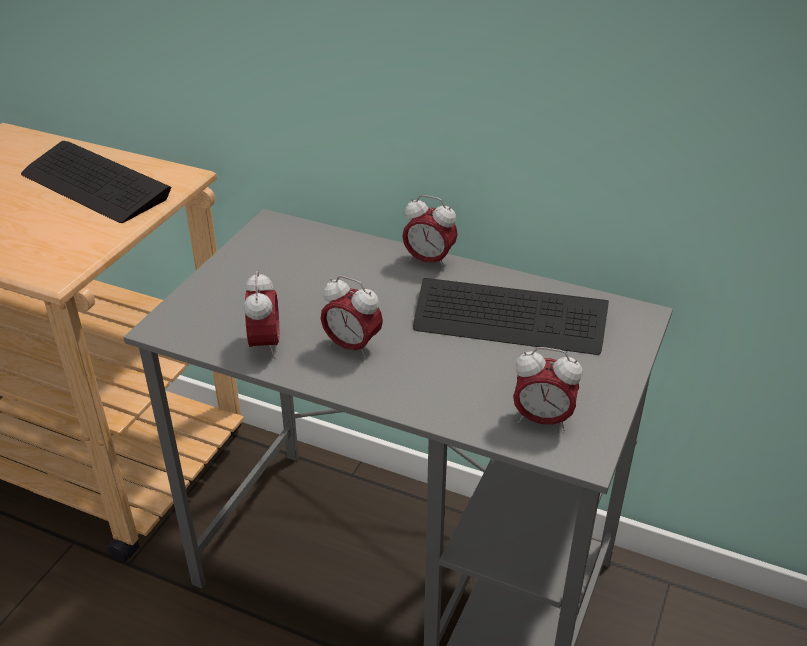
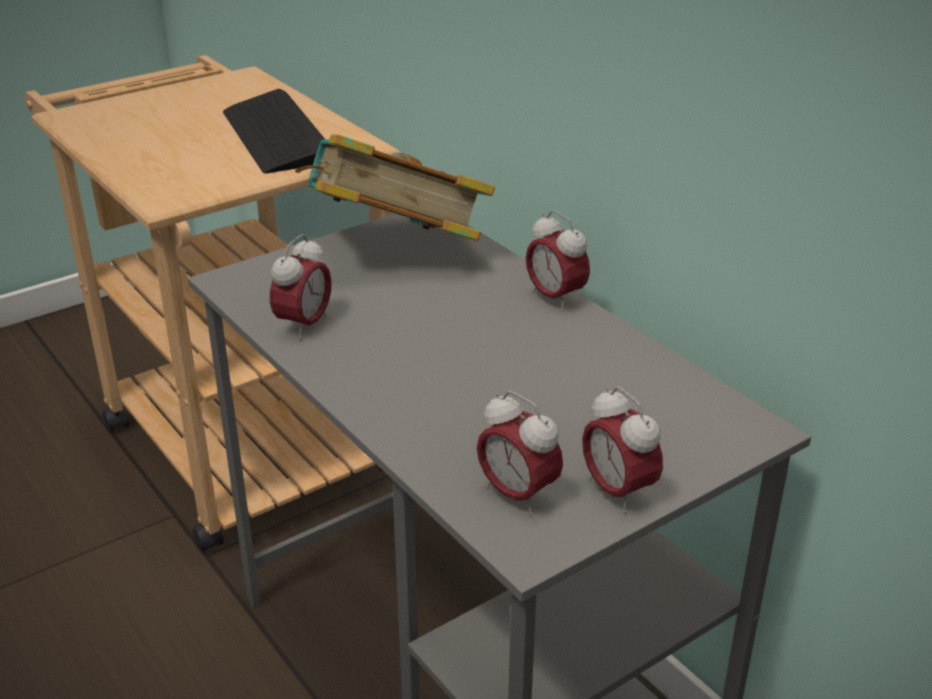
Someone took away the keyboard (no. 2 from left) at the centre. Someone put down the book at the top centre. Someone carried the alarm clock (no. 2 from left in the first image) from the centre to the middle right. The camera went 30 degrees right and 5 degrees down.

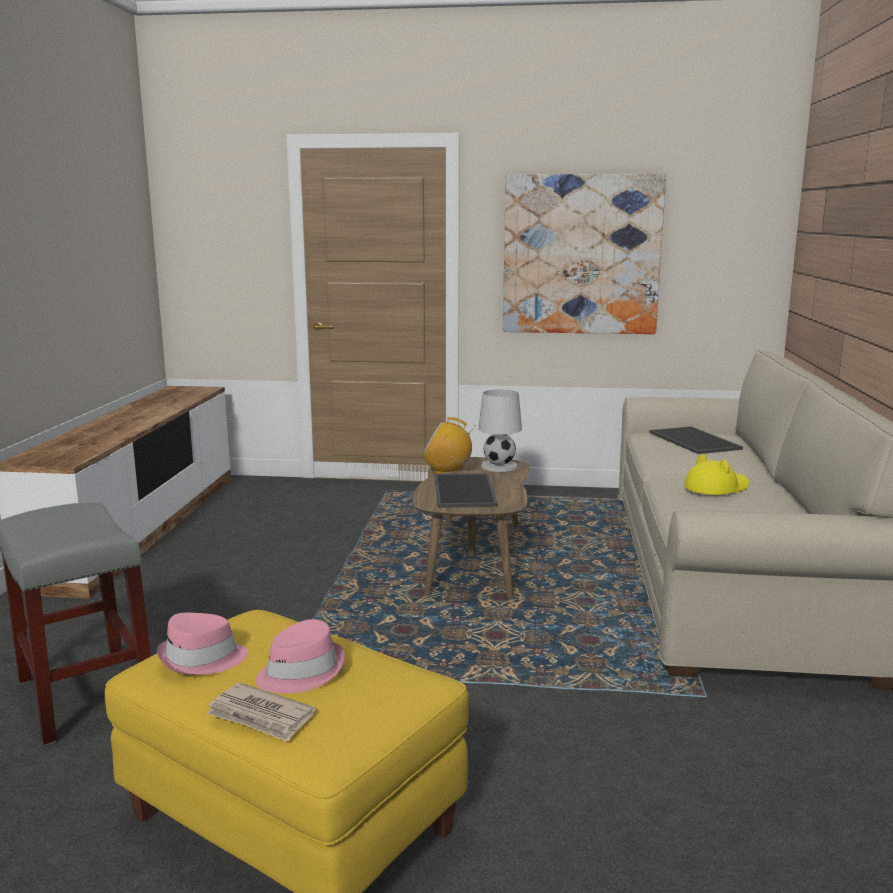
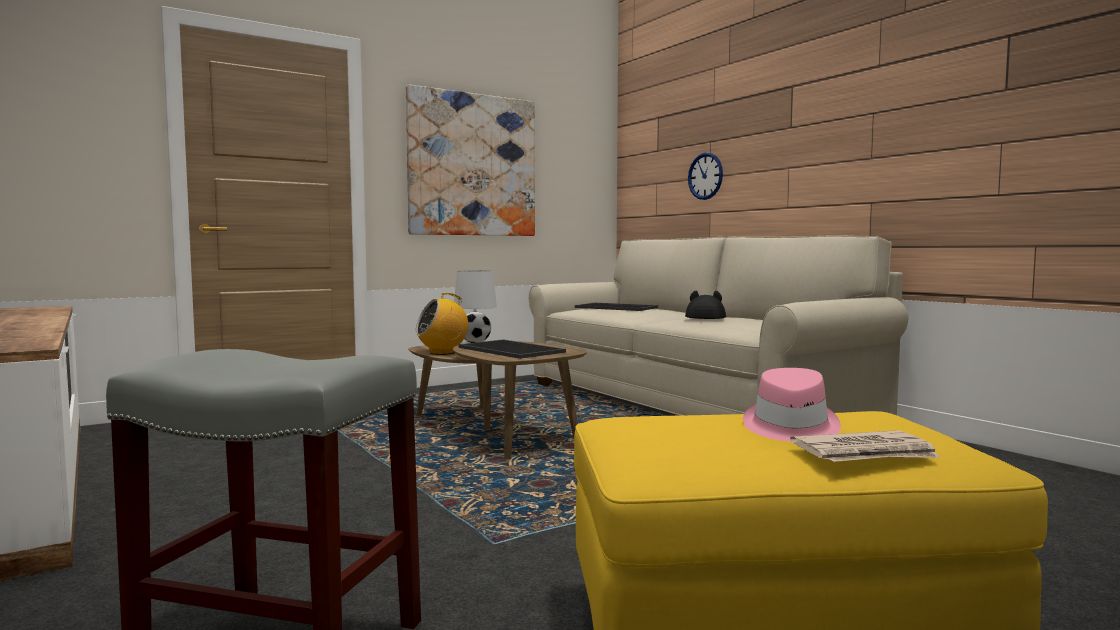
Someone took away the hat (pink) (no. 1 from left) at the bottom left. Someone put up the wall clock at the top centre. Someone repainted the hat (yellow) at the middle right, which became the hat (black) at the centre. The camera went 40 degrees left and 10 degrees down.

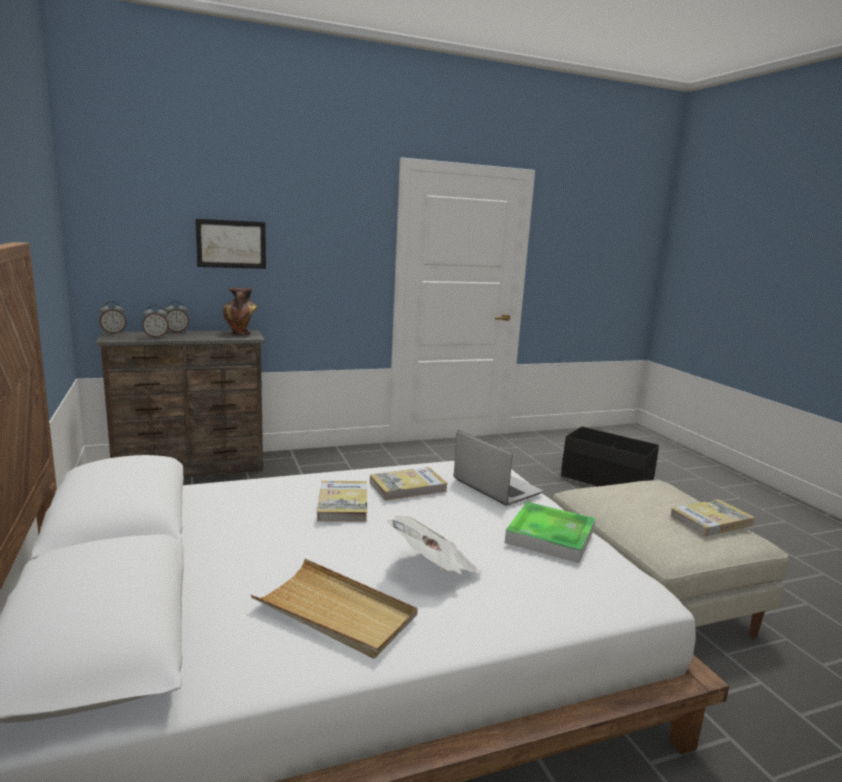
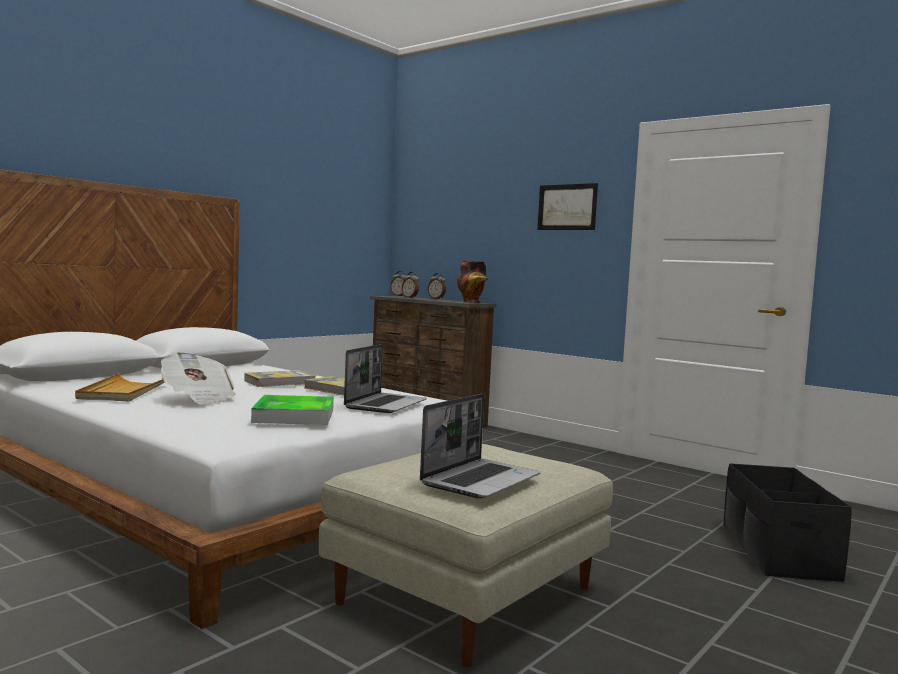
Someone carried the picture from the top left to the top centre. Someone swapped the book (no. 3 from left) at the middle right for the laptop (no. 2 from left) at the centre. The camera went 60 degrees right and 10 degrees down.

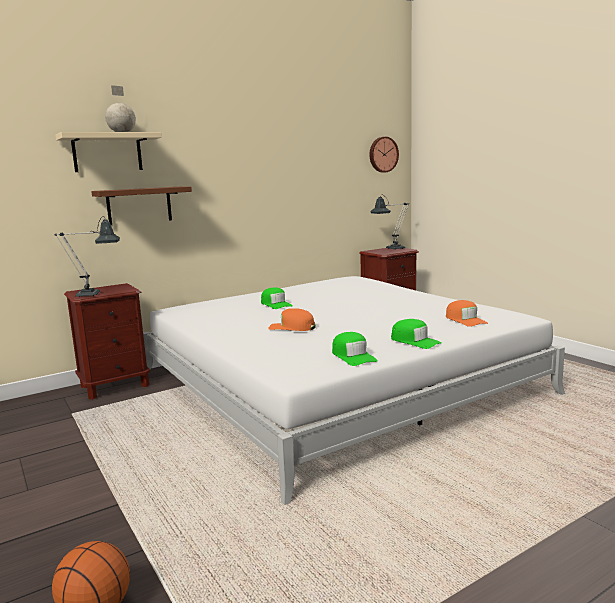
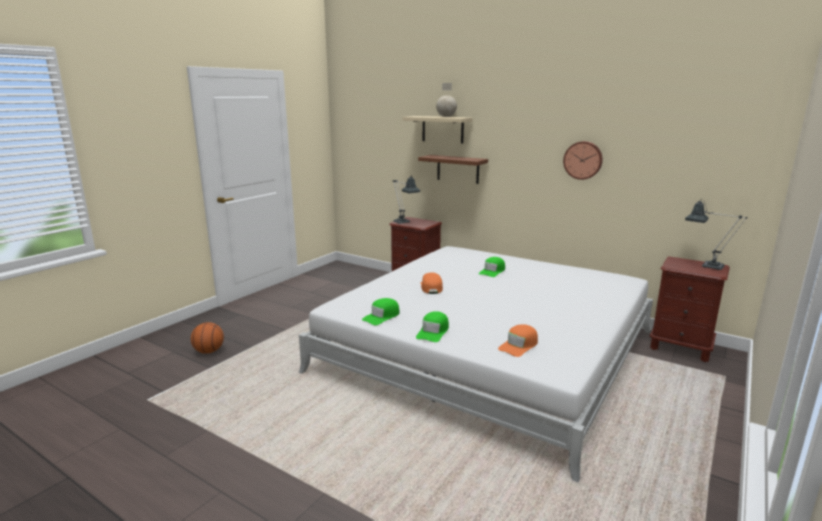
Someone carried the wall clock from the top centre to the top right. The camera went 65 degrees right and 5 degrees up.

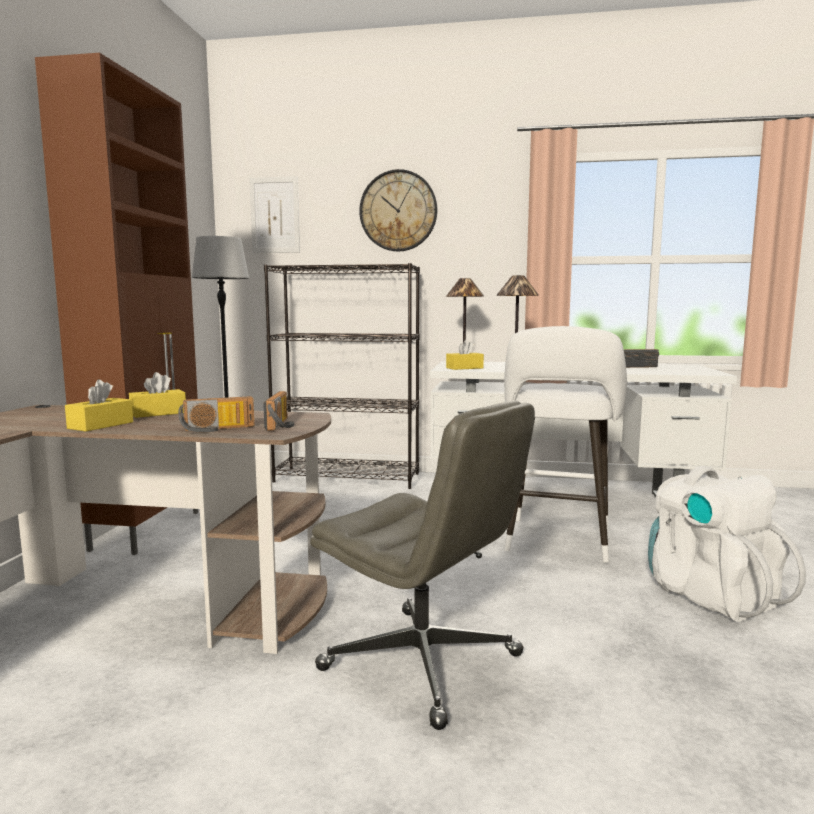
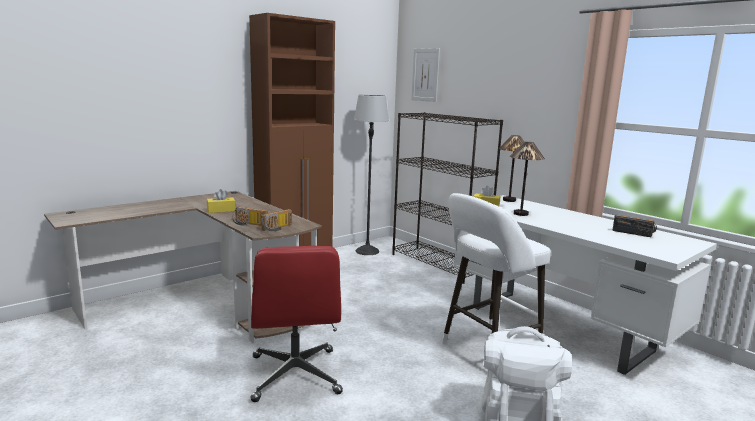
Someone took away the tissue box (yellow) (no. 2 from left) at the middle left. Someone took away the wall clock at the top centre. Someone repainted the office chair (grey) at the bottom centre, which became the office chair (red) at the bottom centre. The camera went 40 degrees right and 5 degrees up.

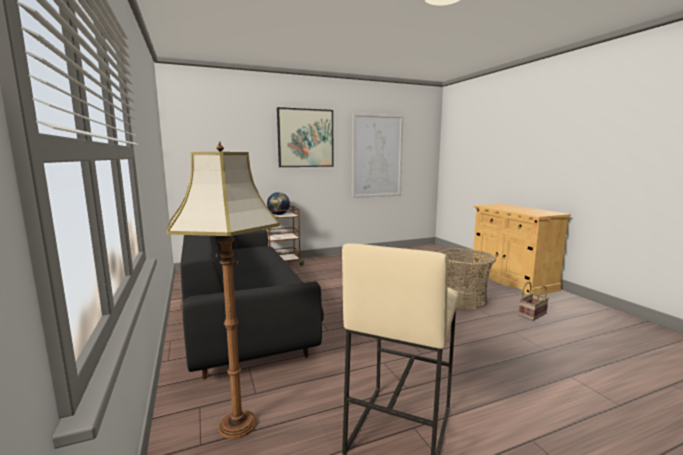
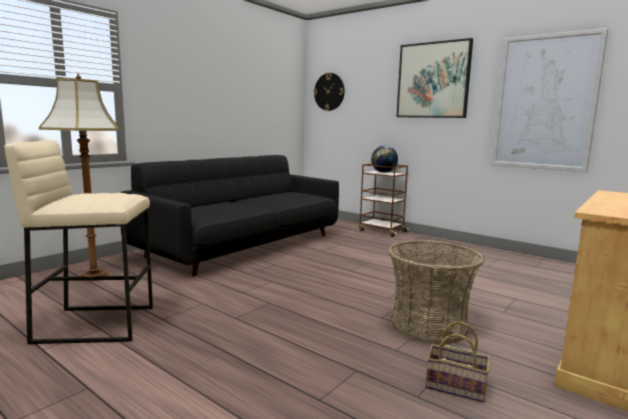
Someone put up the wall clock at the top centre. The camera went 60 degrees right and 0 degrees up.

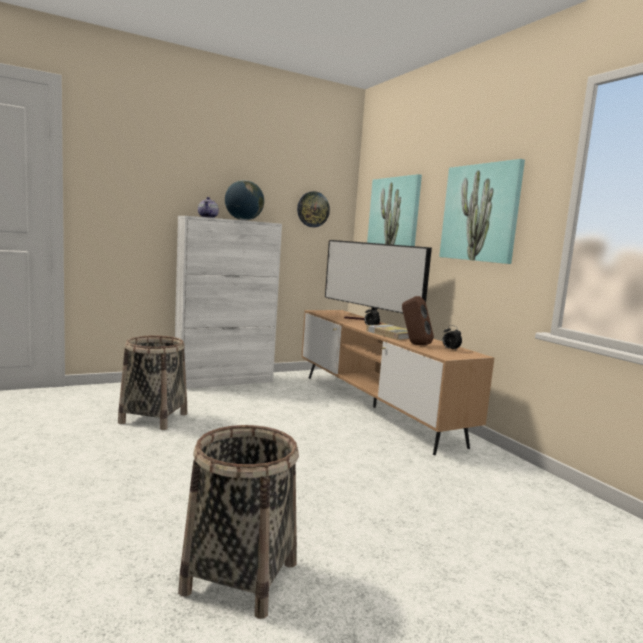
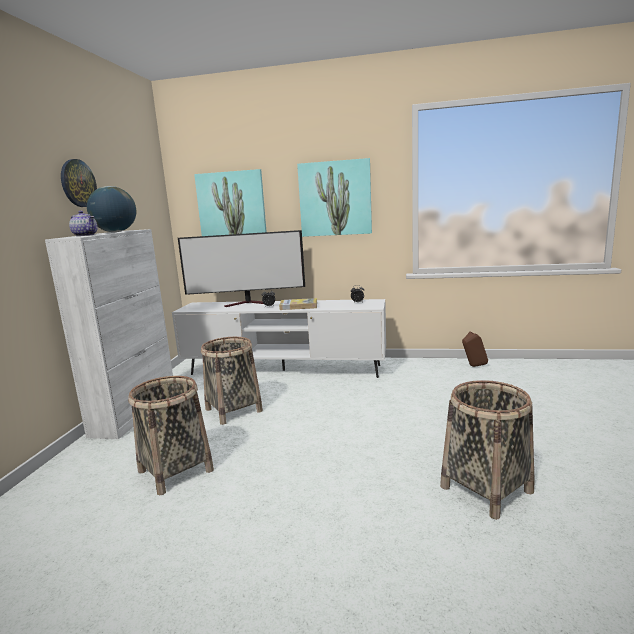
Someone put down the basket (no. 2 from left) at the centre. Someone carried the wall clock from the top centre to the top left. Someone carried the speaker (brown) from the centre to the middle right. Someone repainted the tv stand (brown) at the centre, which became the tv stand (white) at the centre. The camera went 50 degrees left and 5 degrees up.

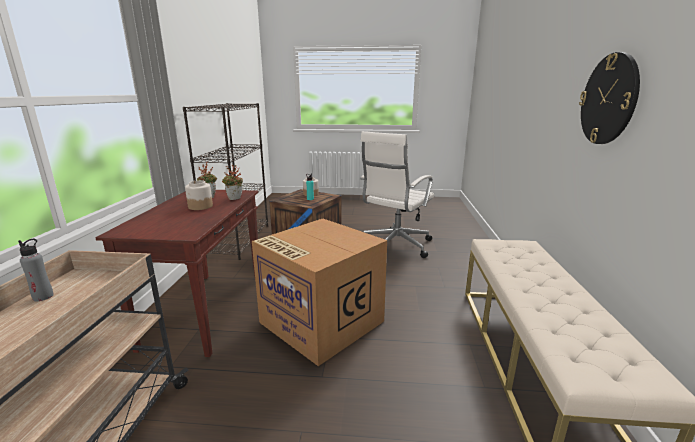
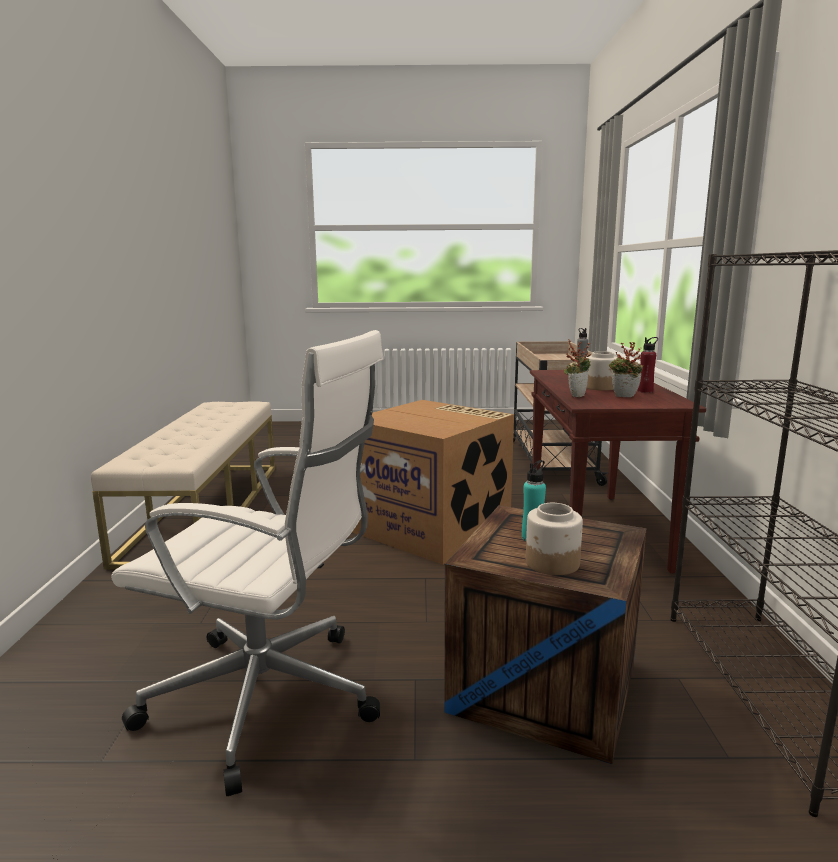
Someone took away the wall clock at the top right. Someone put down the bottle (red) at the middle right. Someone rotated the office chair (white) at the centre by 75 degrees clockwise. The camera went 175 degrees right and 5 degrees down.

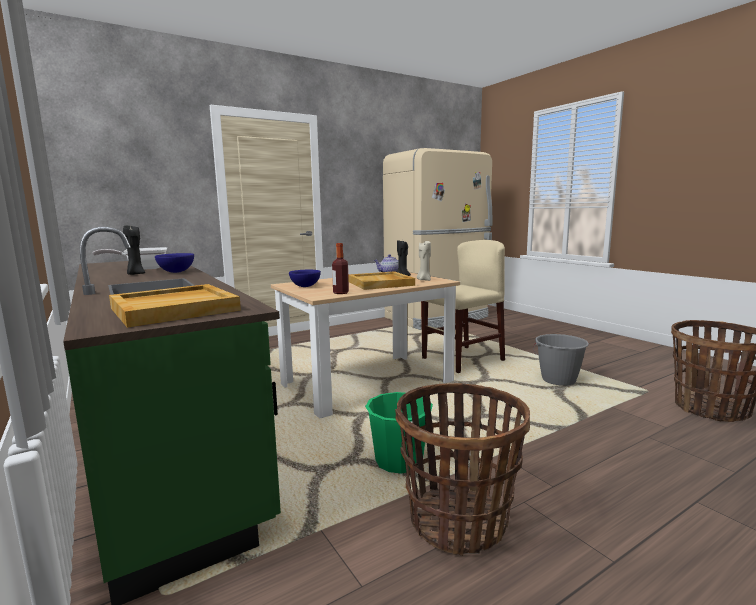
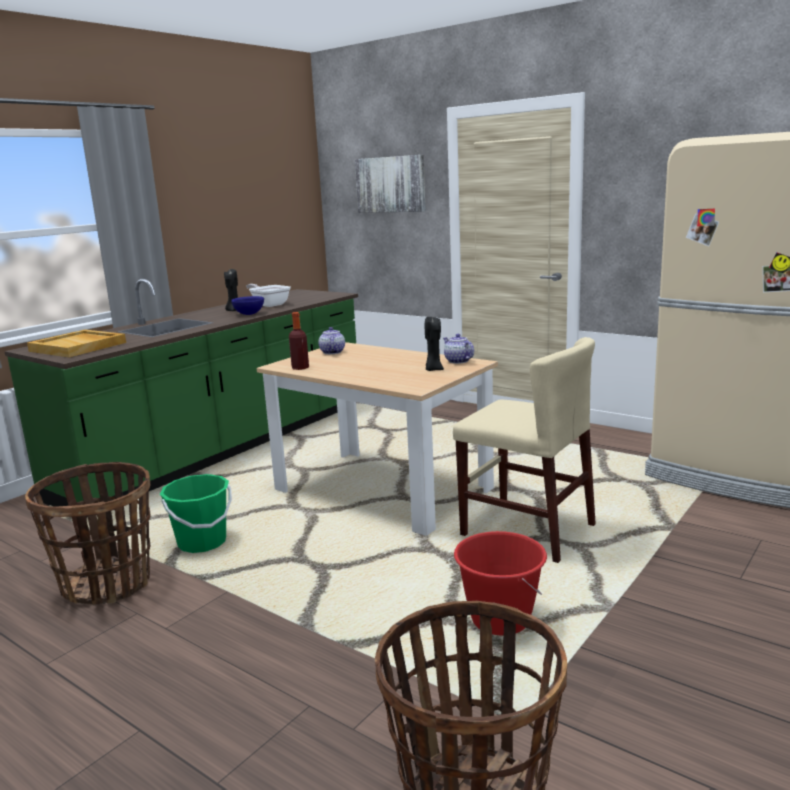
Someone took away the tray (beige) (no. 2 from left) at the centre. Someone took away the candle (beige) at the centre. Someone put up the picture at the top centre. Someone swapped the bowl (blue) (no. 2 from left) at the centre for the teapot (no. 1 from left) at the centre. Someone repainted the bucket (grey) at the middle right, which became the bucket (red) at the bottom centre. The camera went 70 degrees right and 5 degrees up.

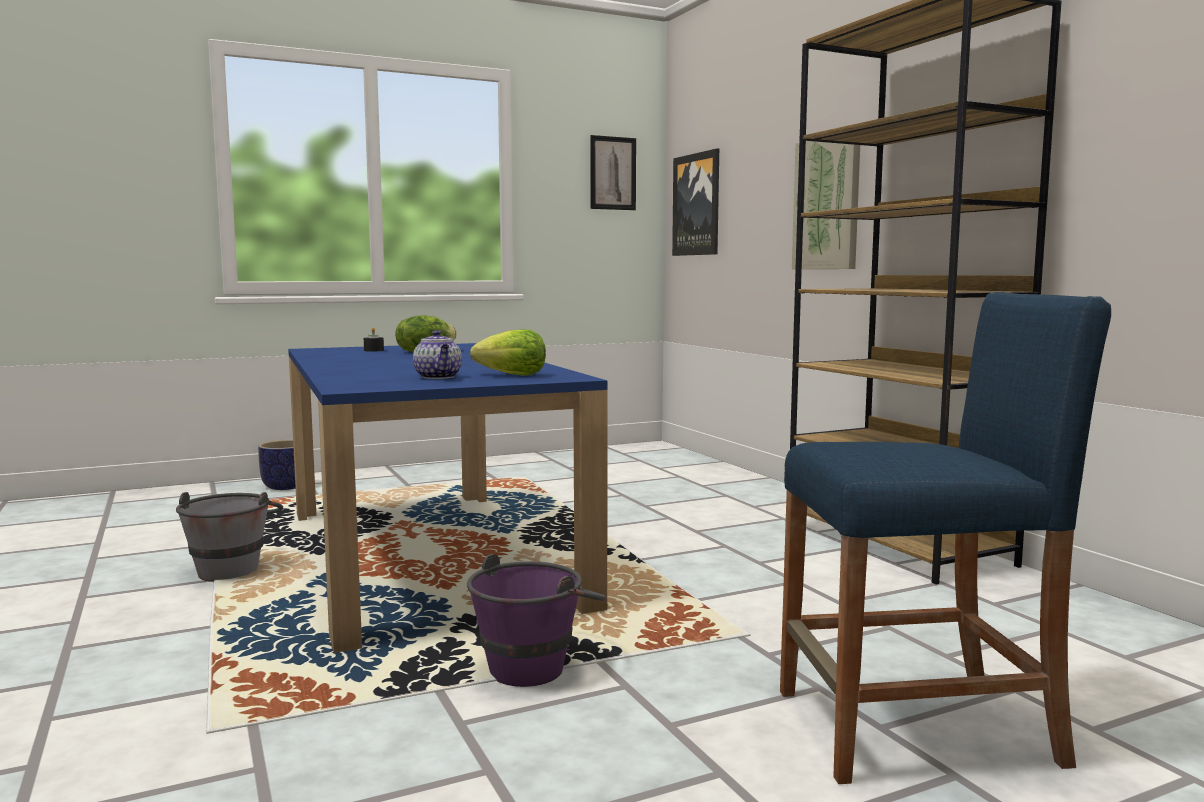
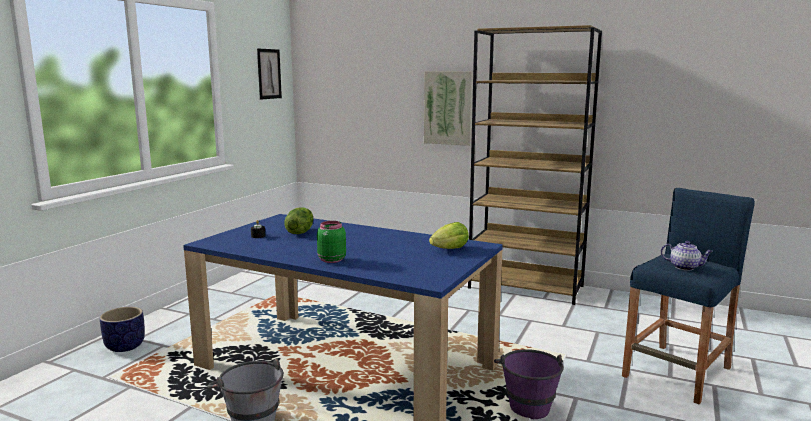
Someone took away the picture (no. 2 from left) at the top centre. Someone put down the jar (green) at the centre. Someone carried the teapot from the centre to the middle right. The camera went 40 degrees left and 5 degrees up.

